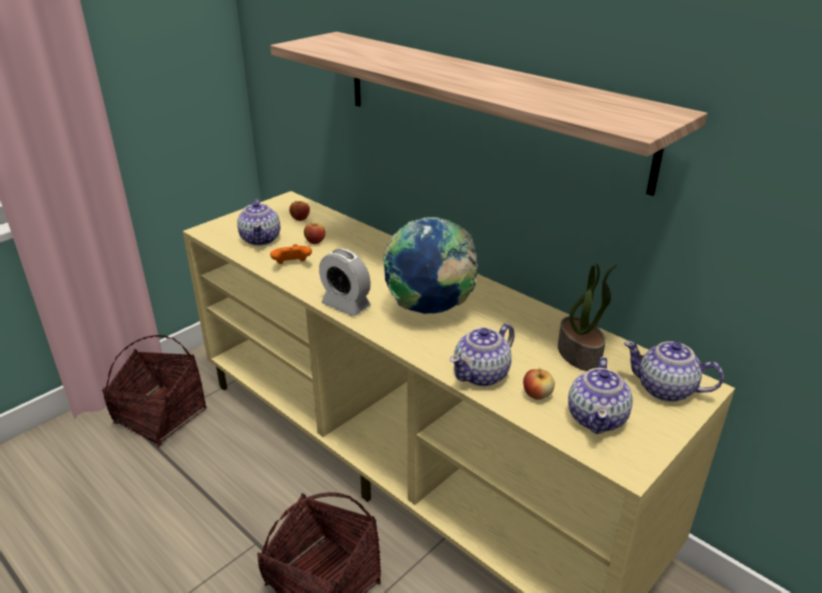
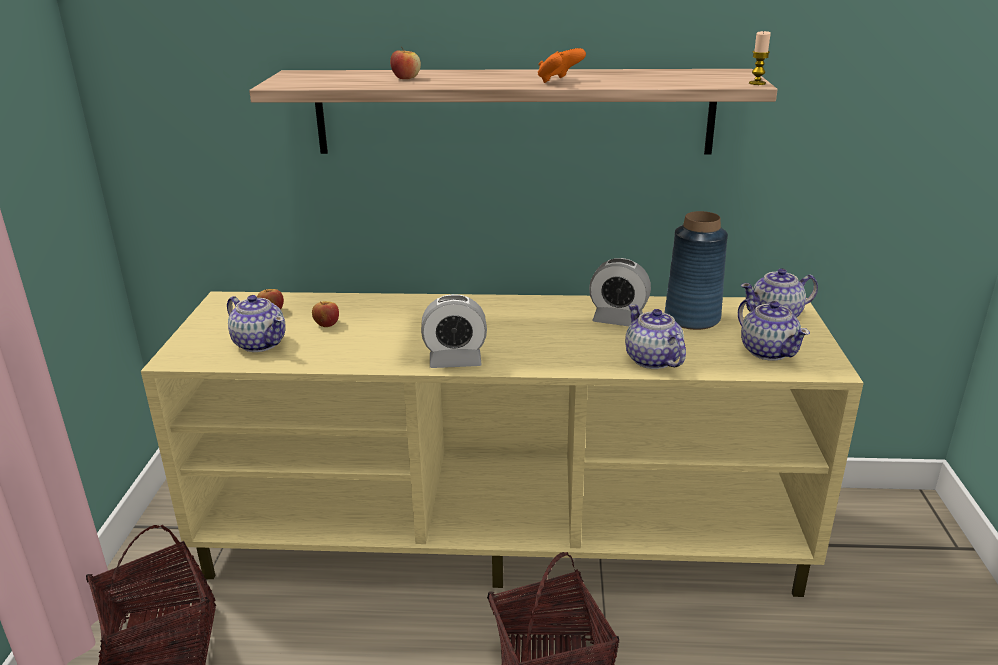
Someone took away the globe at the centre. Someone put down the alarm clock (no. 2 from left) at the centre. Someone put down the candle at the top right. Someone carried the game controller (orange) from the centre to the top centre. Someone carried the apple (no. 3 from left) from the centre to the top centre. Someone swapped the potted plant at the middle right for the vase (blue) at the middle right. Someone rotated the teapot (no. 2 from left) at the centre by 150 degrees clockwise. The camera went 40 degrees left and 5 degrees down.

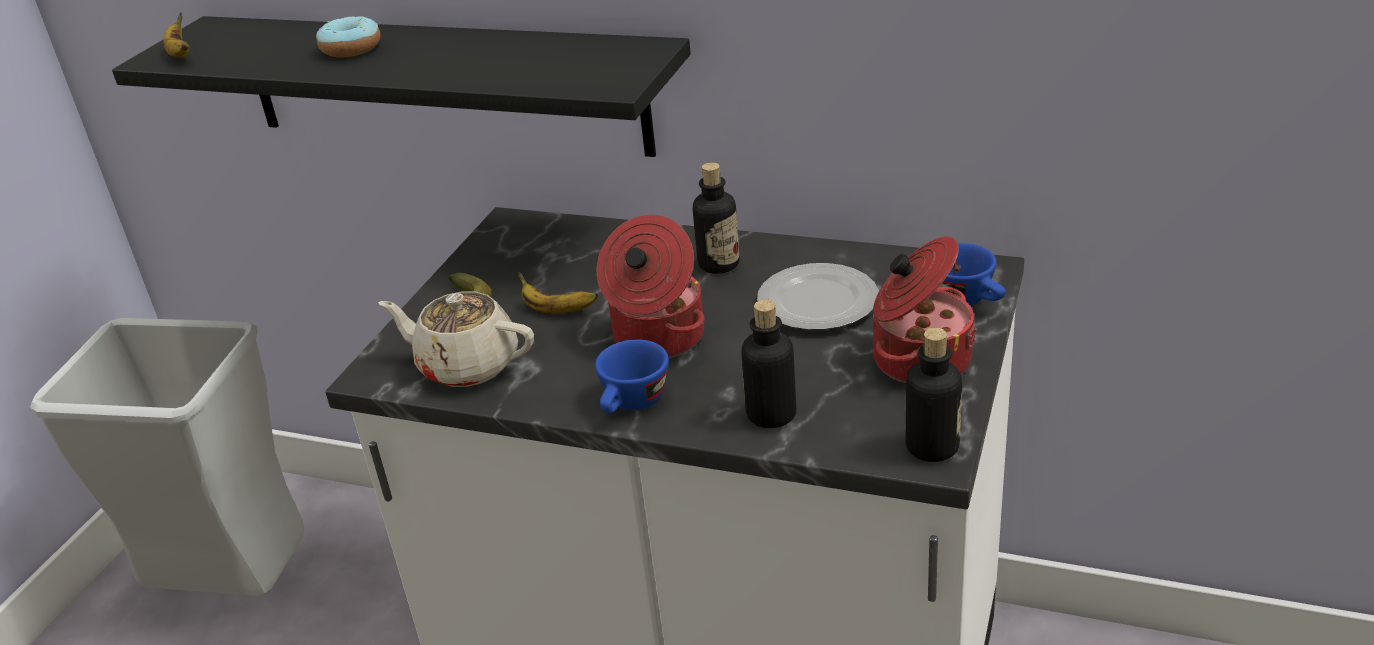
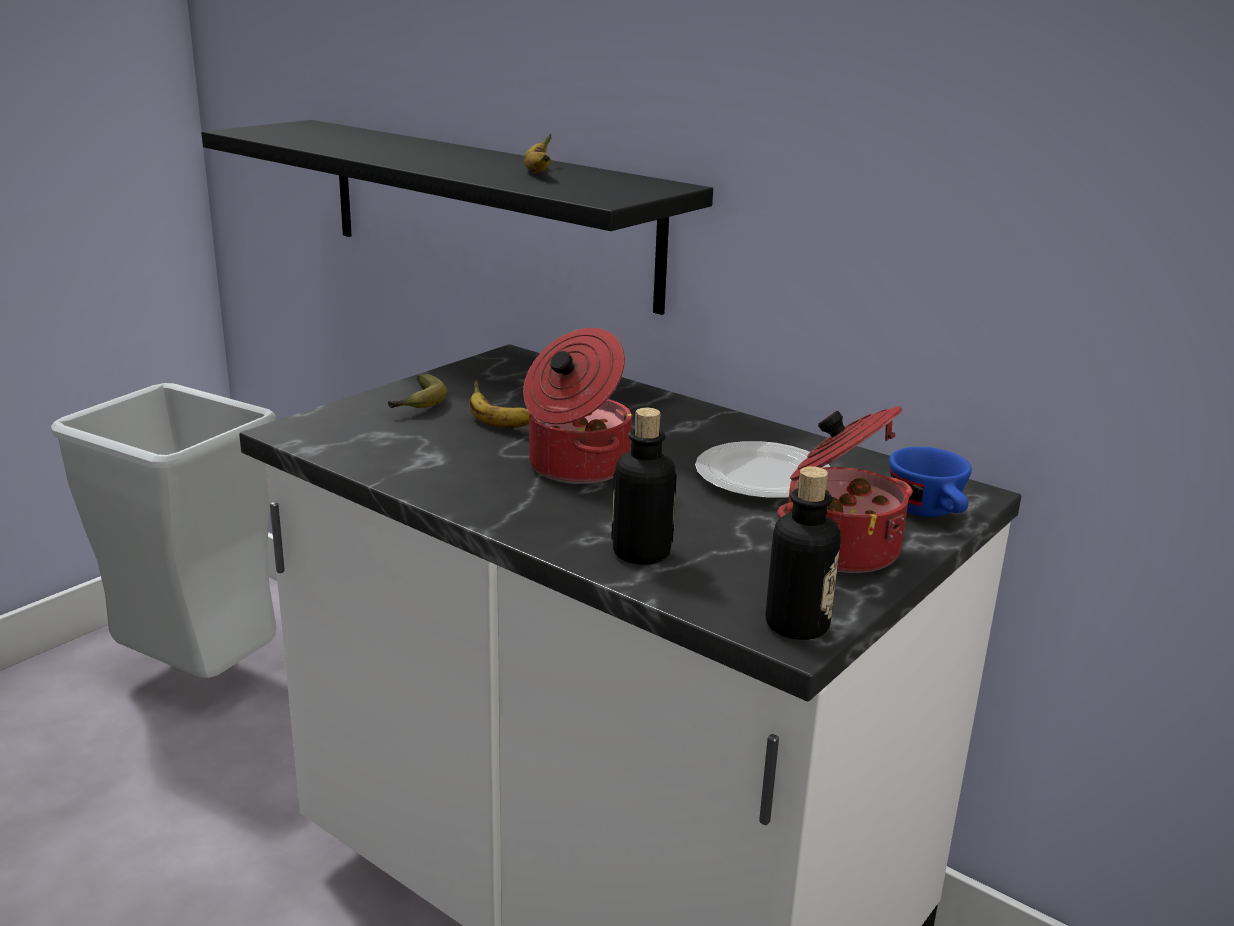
Someone took away the donut at the top left. Someone took away the teapot (beige) at the middle left. Someone took away the cup (blue) (no. 1 from left) at the centre. Someone took away the bottle (no. 1 from left) at the centre. Someone carried the banana (no. 1 from left in the first image) from the top left to the top centre. The camera went 15 degrees right and 10 degrees down.

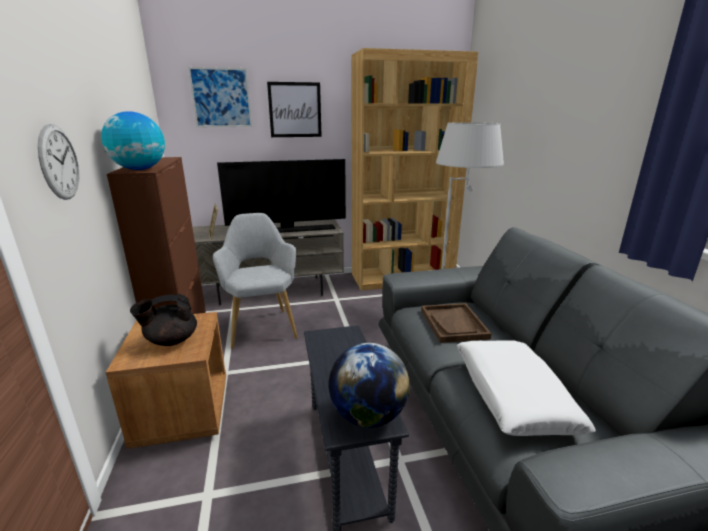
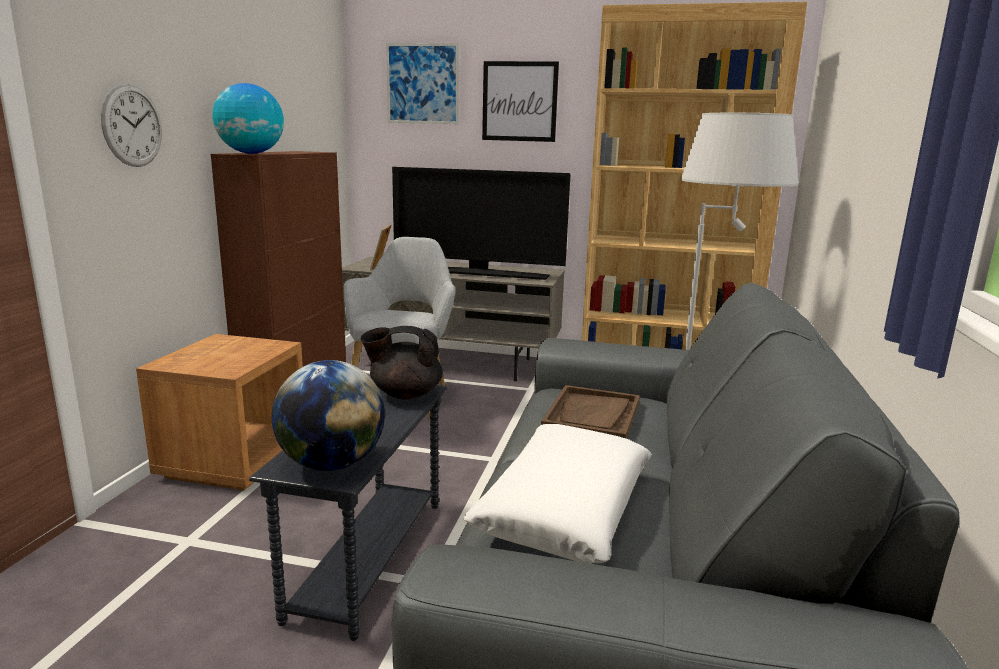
Someone carried the teapot (black) from the middle left to the centre. The camera went 25 degrees right and 5 degrees down.

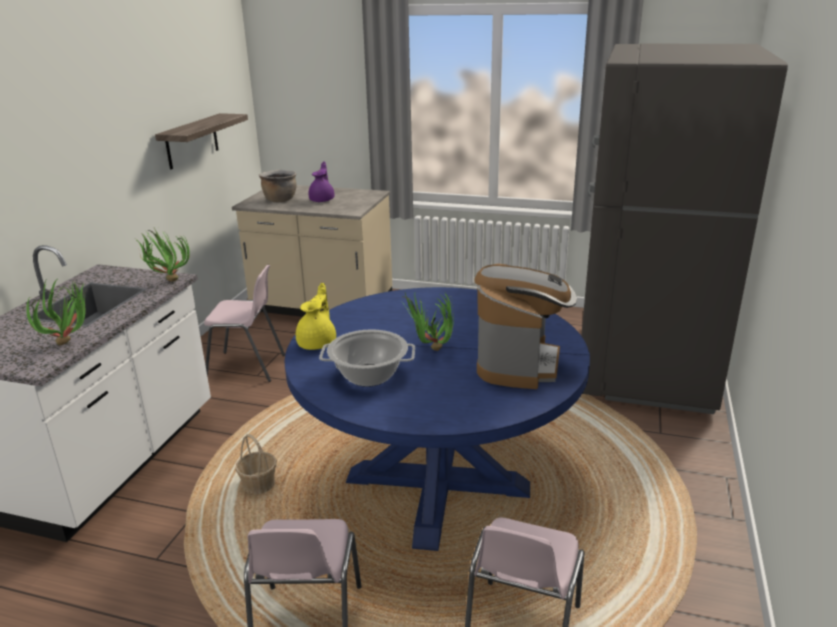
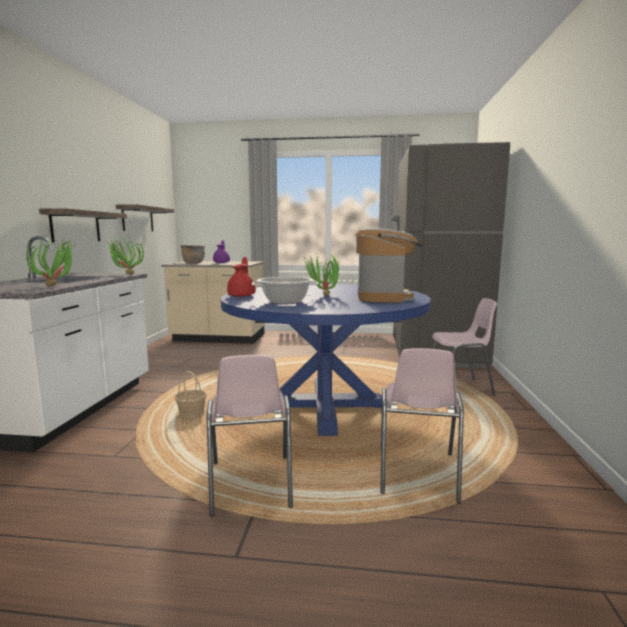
Someone put up the shelf (no. 1 from left) at the middle left. Someone carried the chair (pink) (no. 1 from left in the first image) from the middle left to the middle right. Someone repainted the teapot (yellow) at the centre, which became the teapot (red) at the centre. The camera went 10 degrees left and 15 degrees down.

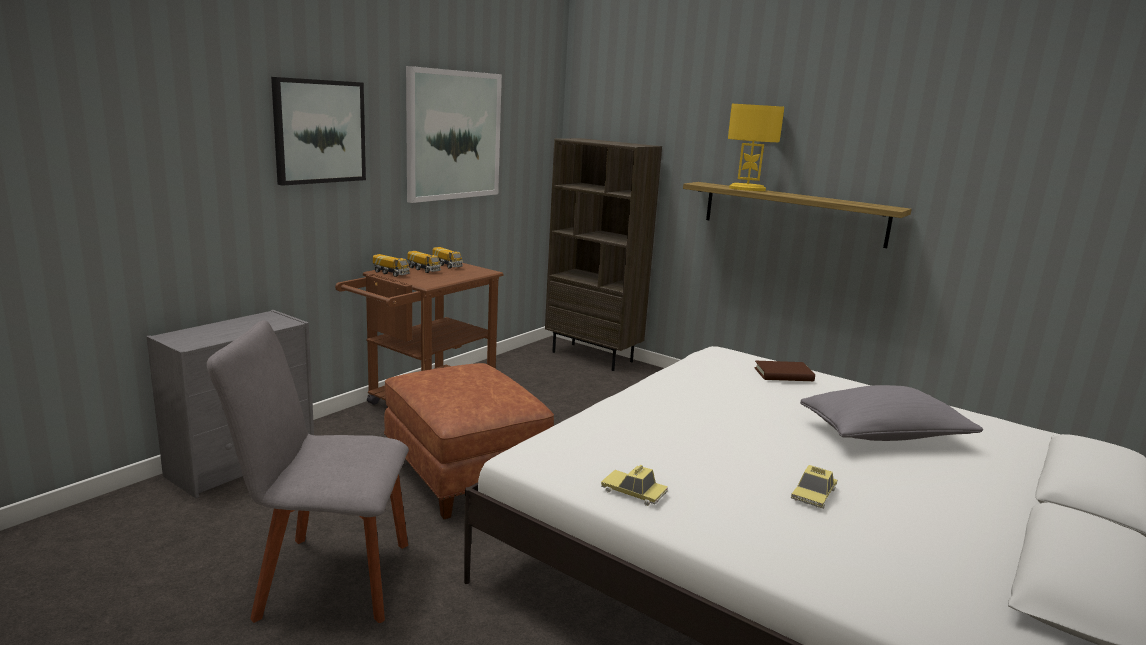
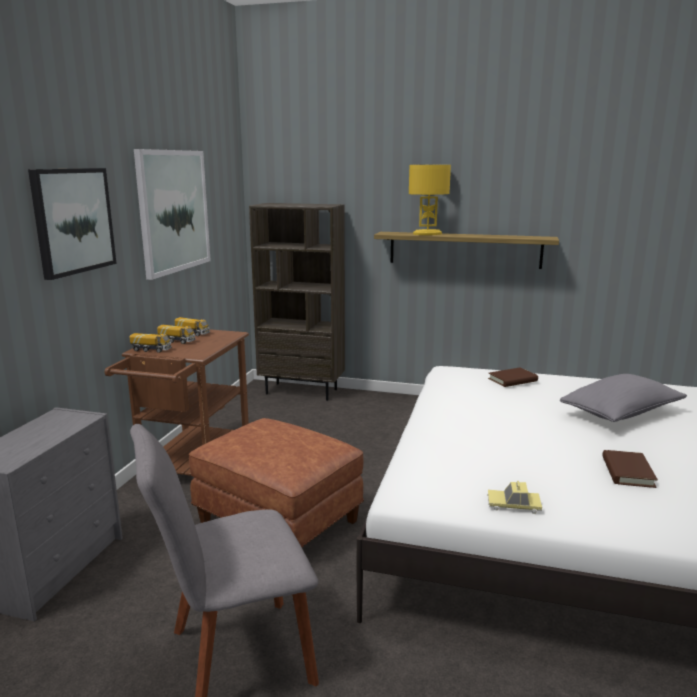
Someone swapped the toy car (no. 2 from left) at the bottom right for the book (brown) (no. 2 from left) at the bottom right. The camera went 20 degrees left and 0 degrees up.

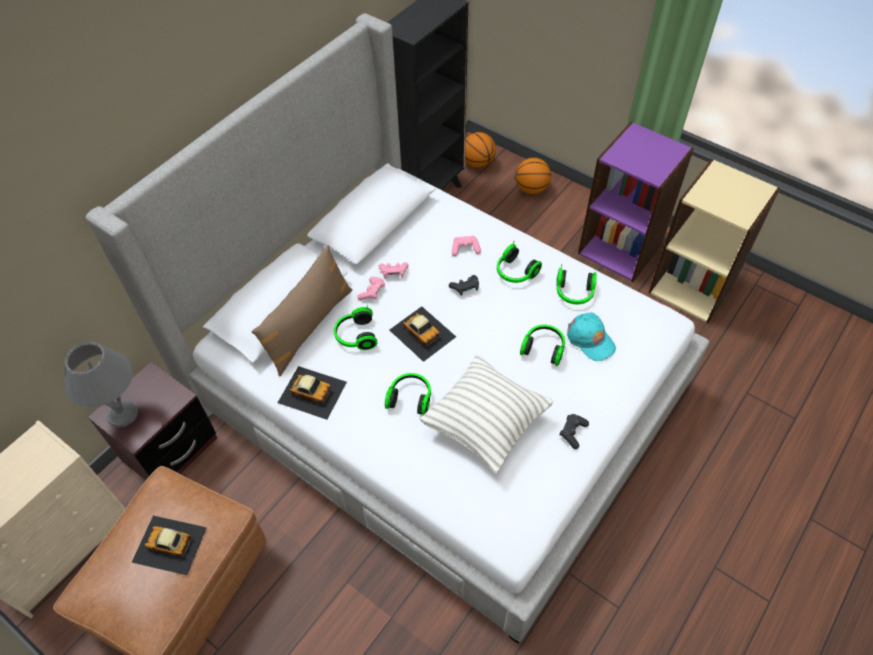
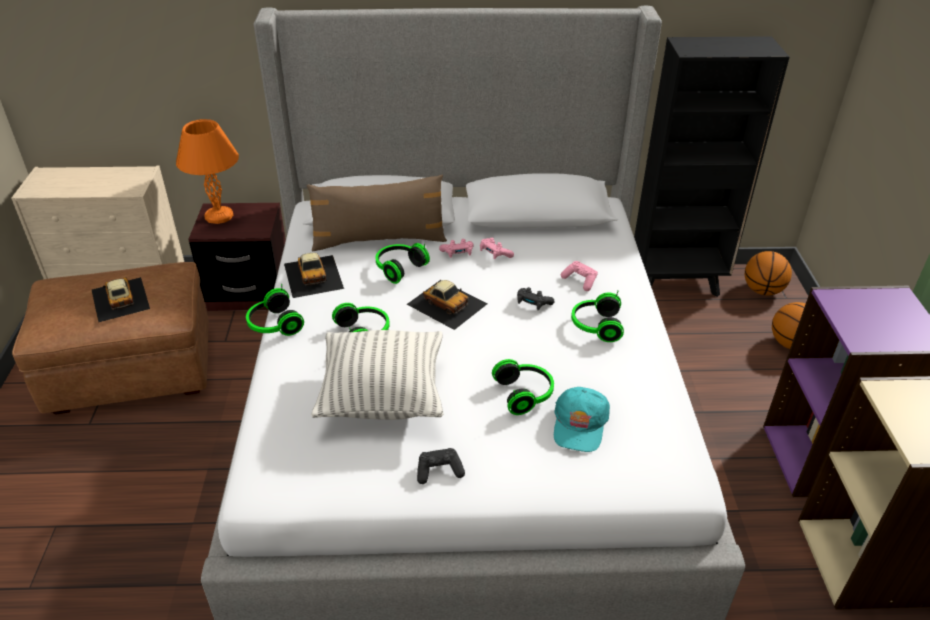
Someone carried the headphones (no. 5 from left in the first image) from the centre to the middle left. Someone repainted the table lamp (grey) at the middle left, which became the table lamp (orange) at the top left. Someone rotated the toy car (no. 3 from left) at the centre by 60 degrees counterclockwise. The camera went 50 degrees right and 15 degrees down.

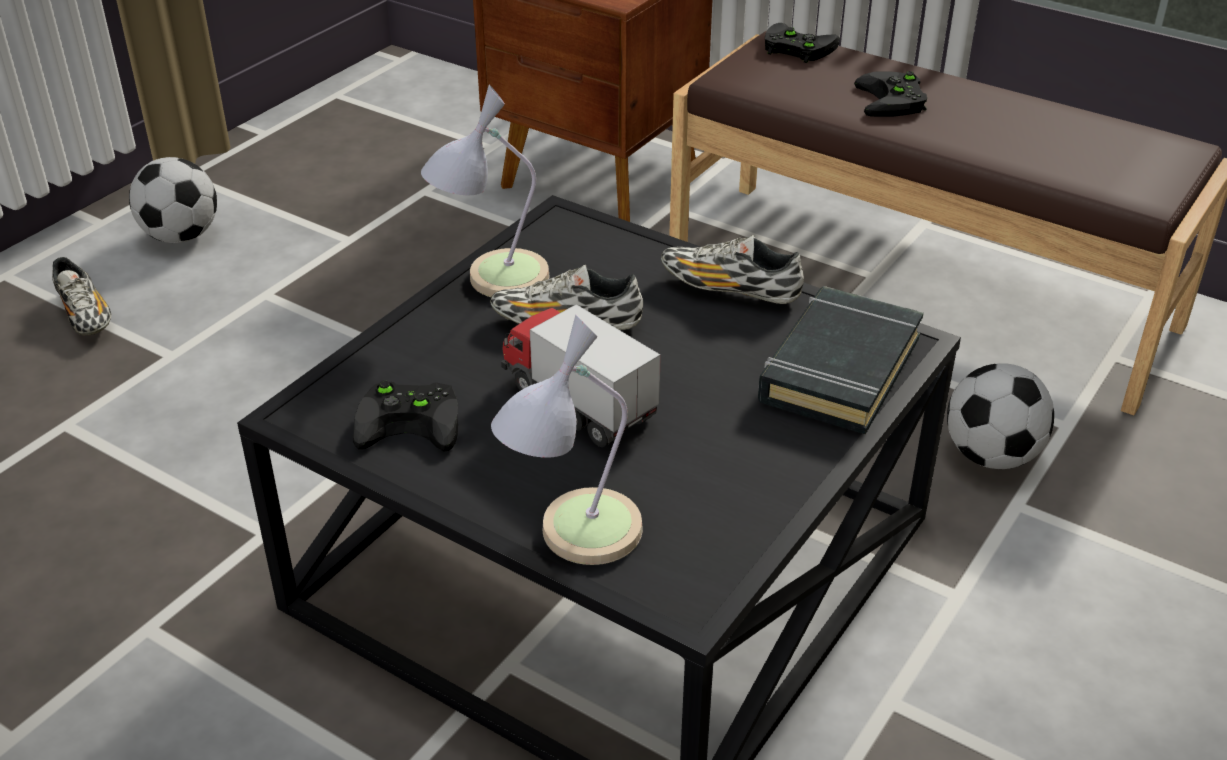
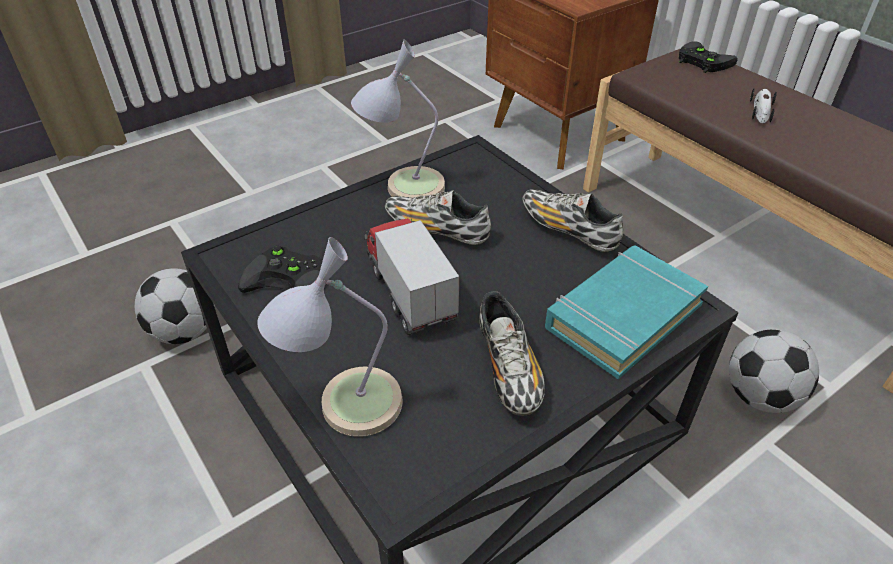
Someone carried the shoe (no. 1 from left in the first image) from the middle left to the centre. Someone carried the football (no. 1 from left) from the top left to the middle left. Someone swapped the game controller (black) (no. 3 from left) at the top right for the toy car at the top right. Someone repainted the book (black) at the middle right, which became the book (turquoise) at the middle right. The camera went 20 degrees right and 5 degrees up.

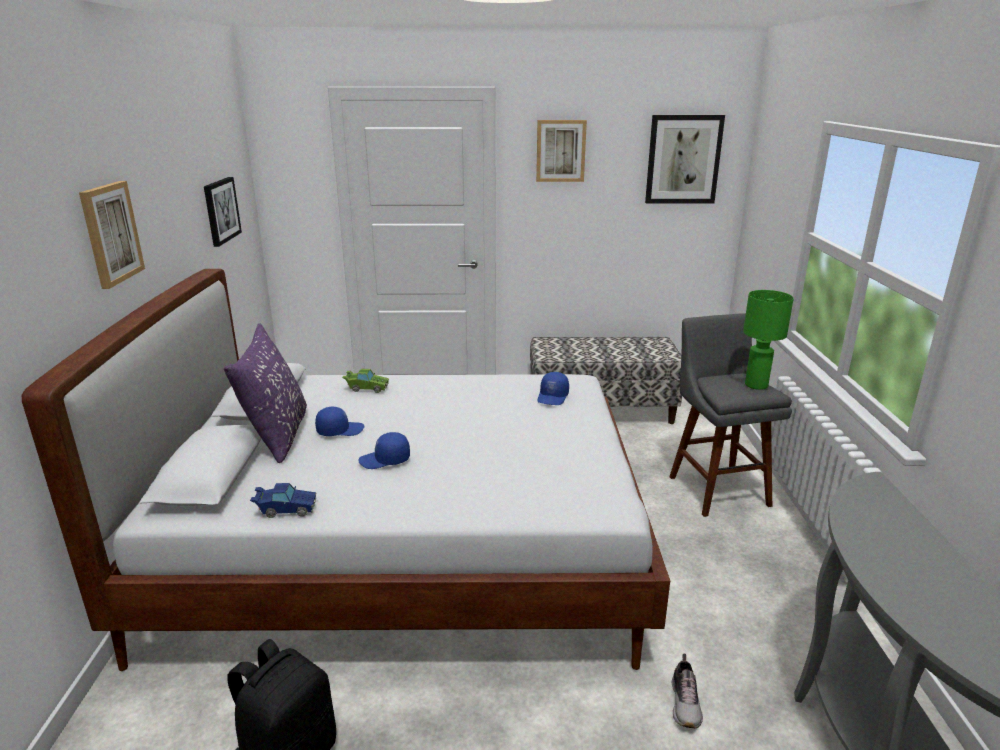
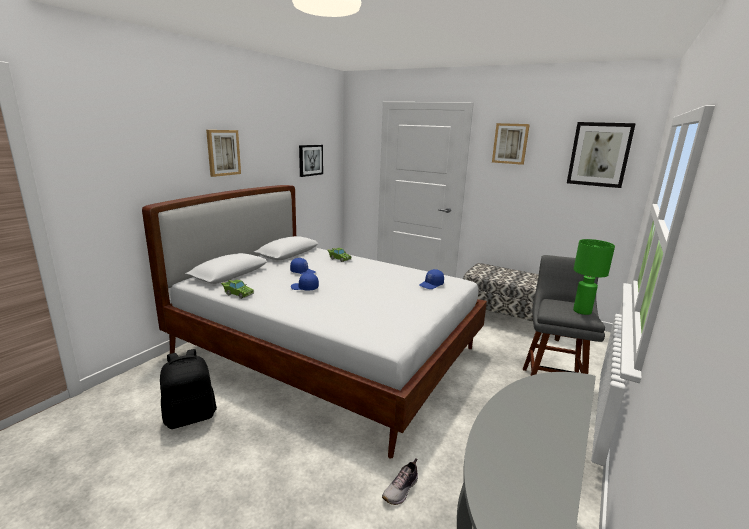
Someone took away the pillow (purple) at the middle left. Someone repainted the toy car (blue) at the bottom left, which became the toy car (green) (no. 1 from left) at the middle left. The camera went 30 degrees right and 5 degrees down.

